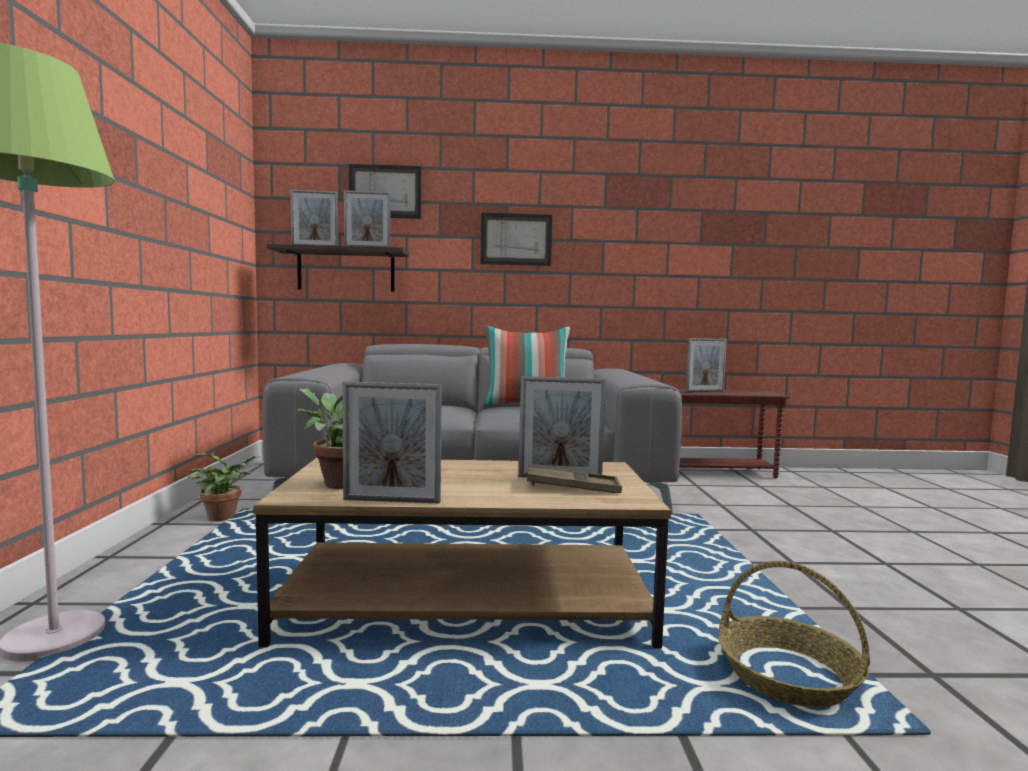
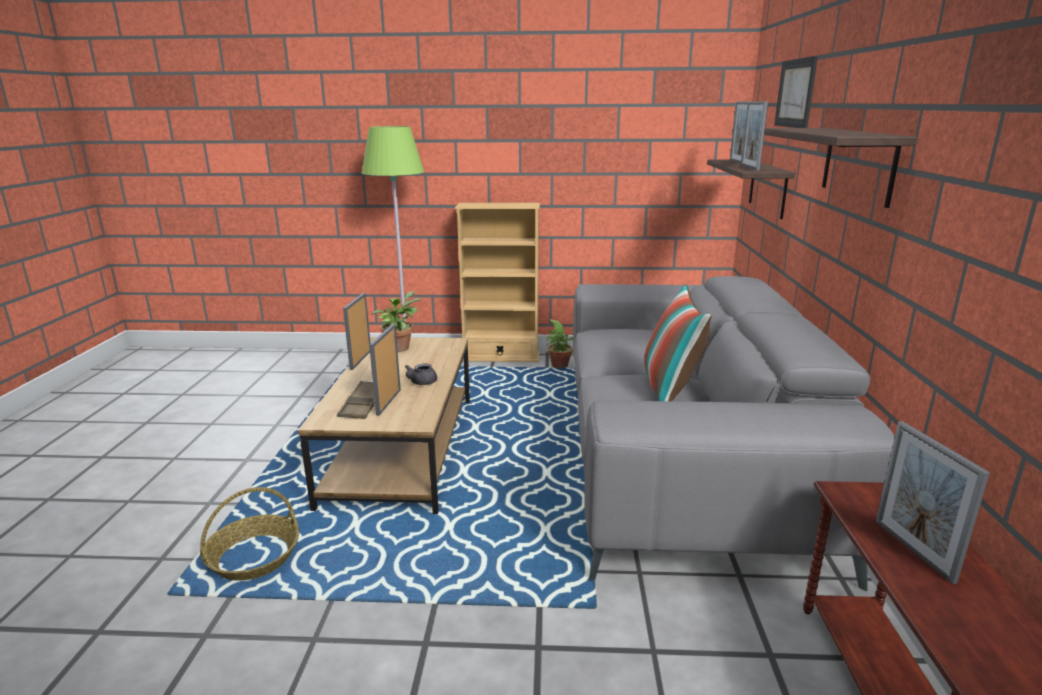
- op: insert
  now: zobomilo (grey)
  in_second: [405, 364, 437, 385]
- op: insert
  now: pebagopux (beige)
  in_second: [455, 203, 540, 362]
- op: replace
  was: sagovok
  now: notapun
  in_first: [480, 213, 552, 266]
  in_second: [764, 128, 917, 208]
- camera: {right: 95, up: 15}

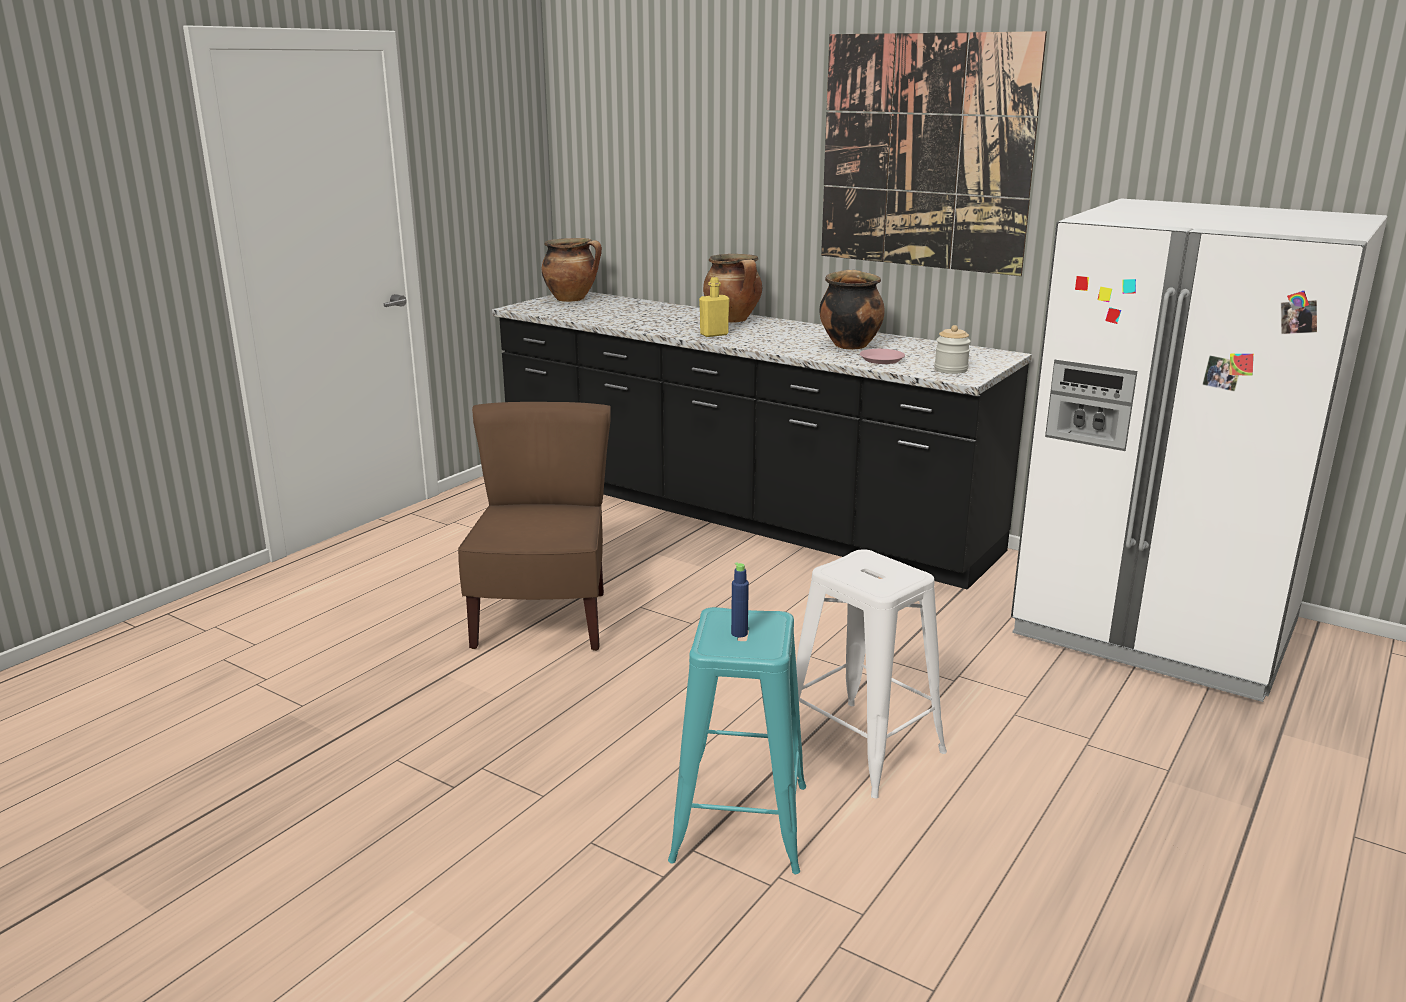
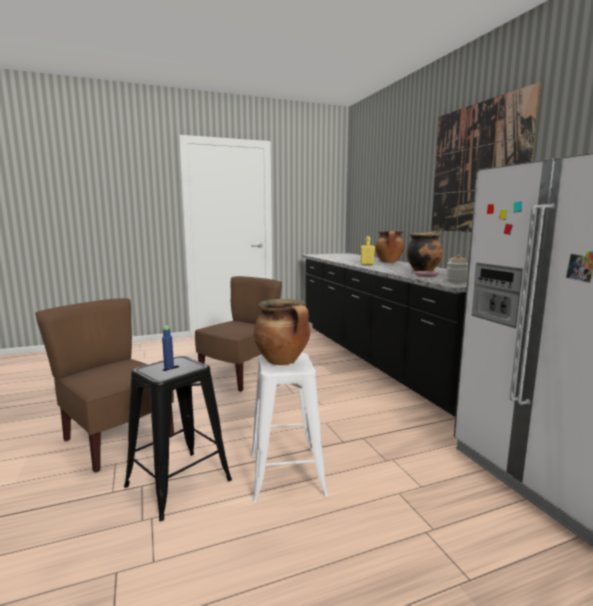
- op: insert
  now: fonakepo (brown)
  in_second: [35, 298, 174, 472]
- op: recolor
  was: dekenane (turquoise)
  now: dekenane (black)
  in_first: [668, 607, 806, 874]
  in_second: [124, 356, 232, 521]
- op: move
  was: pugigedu
  in_first: [542, 238, 602, 302]
  in_second: [253, 299, 310, 365]
- camera: {right: 35, up: -10}

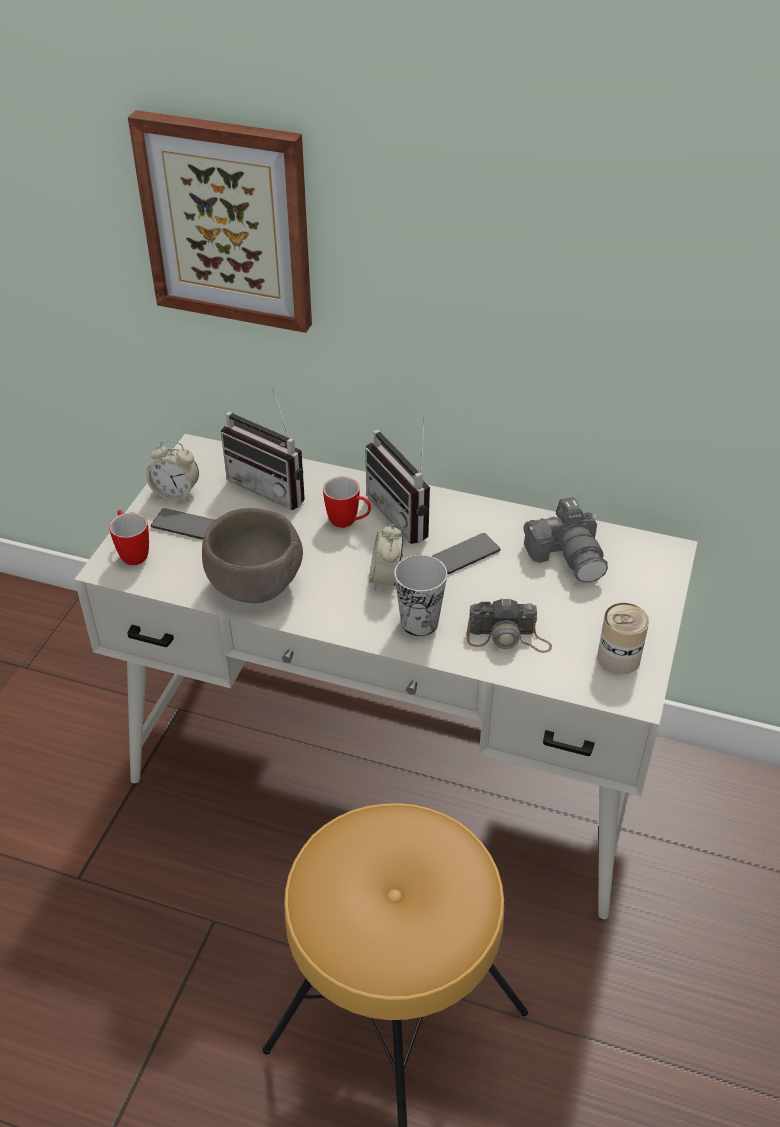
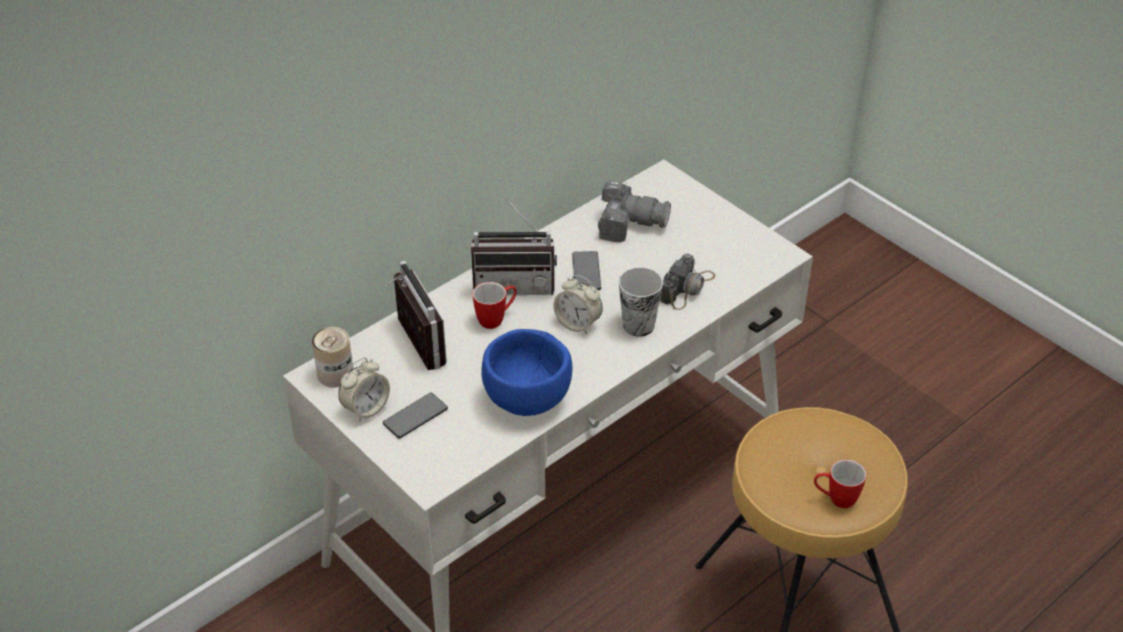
- op: move
  was: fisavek
  in_first: [597, 603, 649, 674]
  in_second: [312, 327, 353, 388]
- op: rotate
  was: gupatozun
  in_first: [221, 388, 305, 510]
  in_second: [386, 261, 447, 370]
  clockwise: -90
- op: recolor
  was: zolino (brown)
  now: zolino (blue)
  in_first: [202, 508, 303, 603]
  in_second: [481, 329, 572, 416]
- op: move
  was: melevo
  in_first: [109, 510, 149, 565]
  in_second: [814, 459, 866, 508]
- op: delete
  was: sagovok
  in_first: [128, 110, 312, 333]
- camera: {right: -60, up: 0}

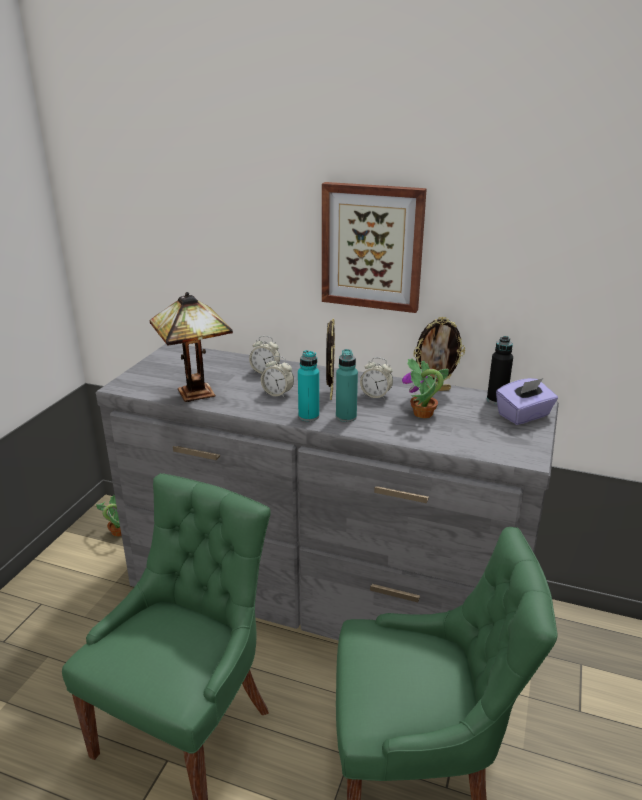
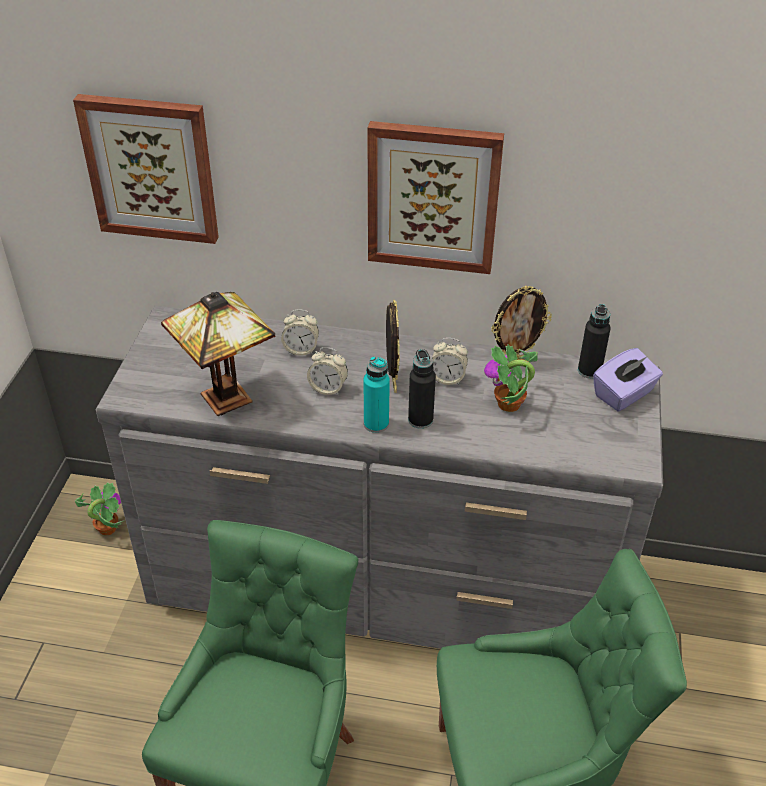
- op: insert
  now: sagovok
  in_second: [73, 94, 219, 244]
- op: recolor
  was: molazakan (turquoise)
  now: molazakan (black)
  in_first: [336, 349, 358, 422]
  in_second: [408, 349, 436, 429]
- camera: {right: -10, up: 15}

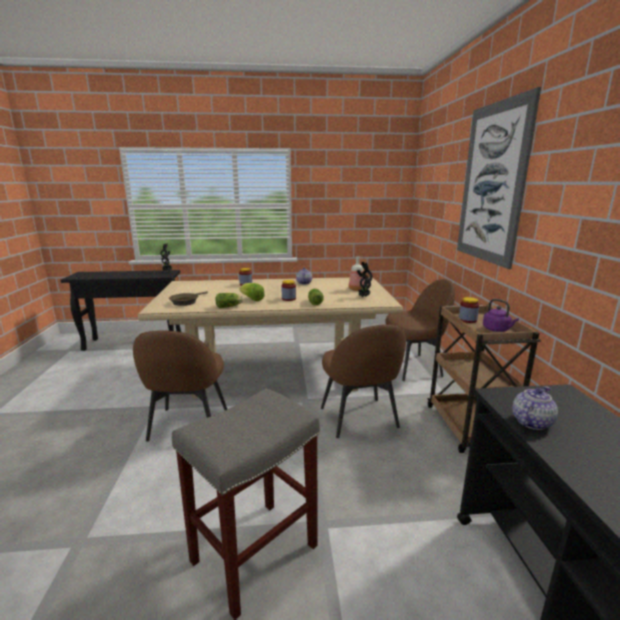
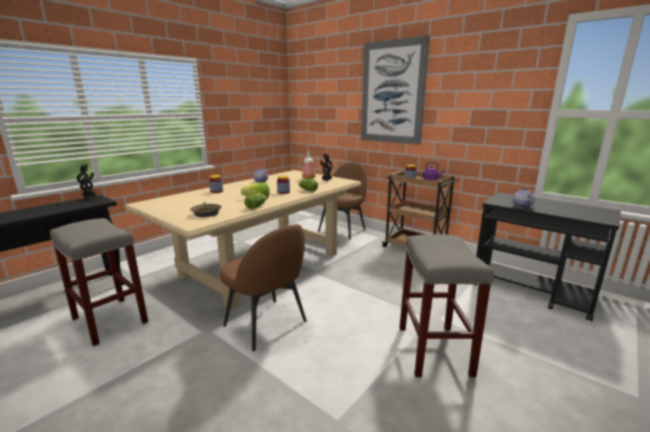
- op: insert
  now: dekenane (grey)
  in_second: [50, 218, 148, 346]
- op: delete
  was: fonakepo (brown)
  in_first: [321, 324, 406, 438]
- camera: {right: -45, up: 0}

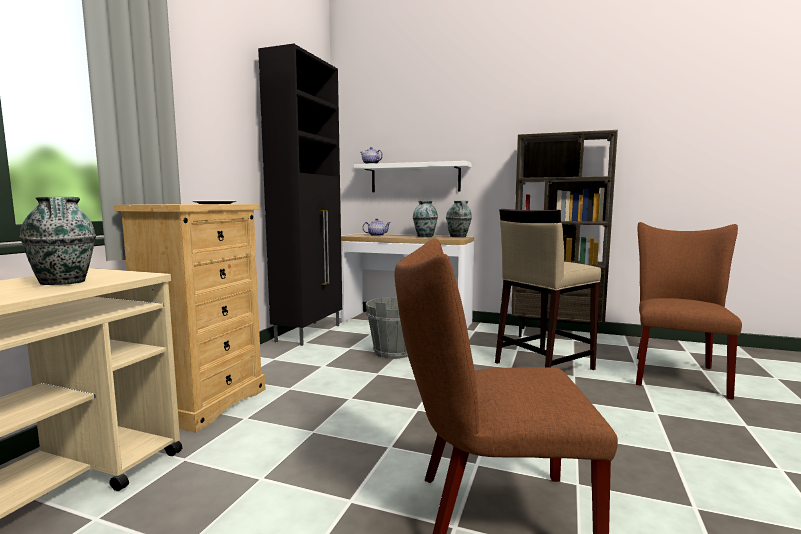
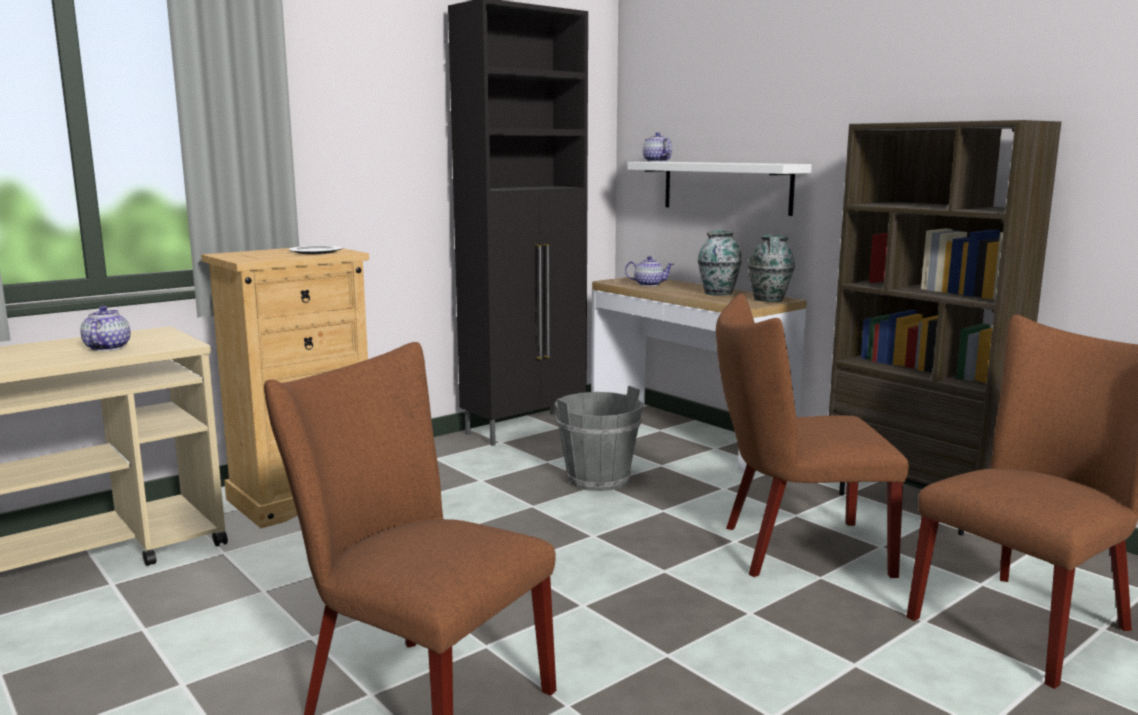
- op: replace
  was: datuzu
  now: zobomilo
  in_first: [20, 197, 96, 285]
  in_second: [80, 306, 131, 351]
- op: replace
  was: dekenane (beige)
  now: fonakepo (brown)
  in_first: [495, 209, 601, 370]
  in_second: [716, 293, 909, 578]
- camera: {right: 30, up: 5}

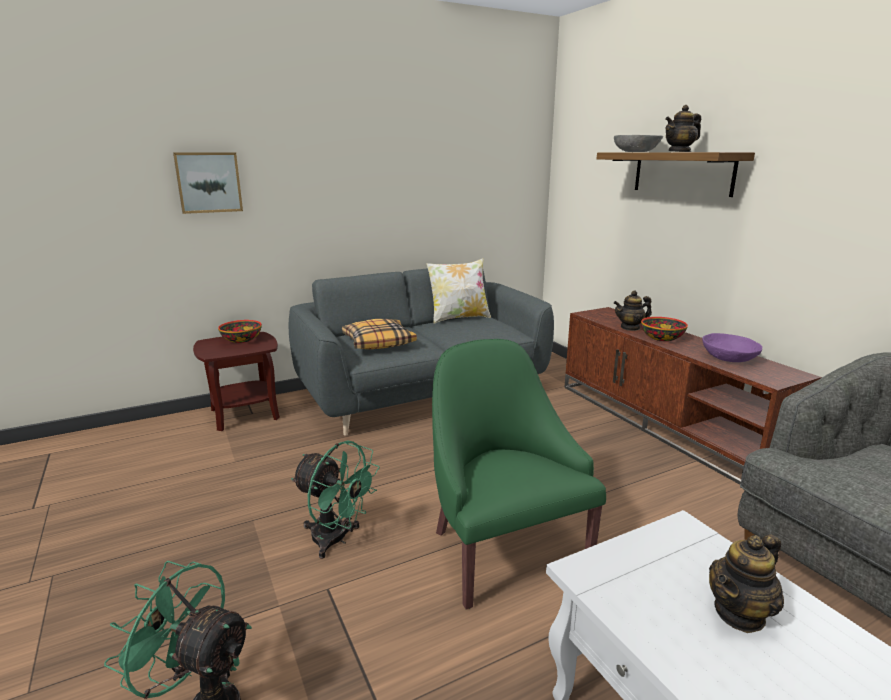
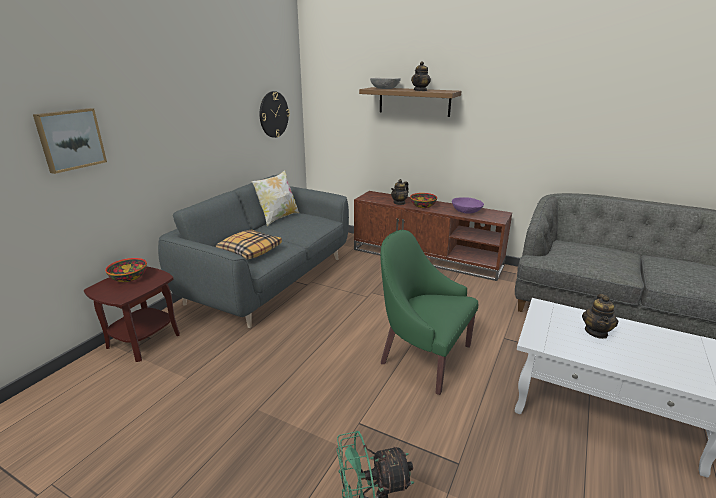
- op: insert
  now: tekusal
  in_second: [260, 91, 290, 138]
- op: delete
  was: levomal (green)
  in_first: [291, 440, 380, 559]
- camera: {right: -35, up: 5}

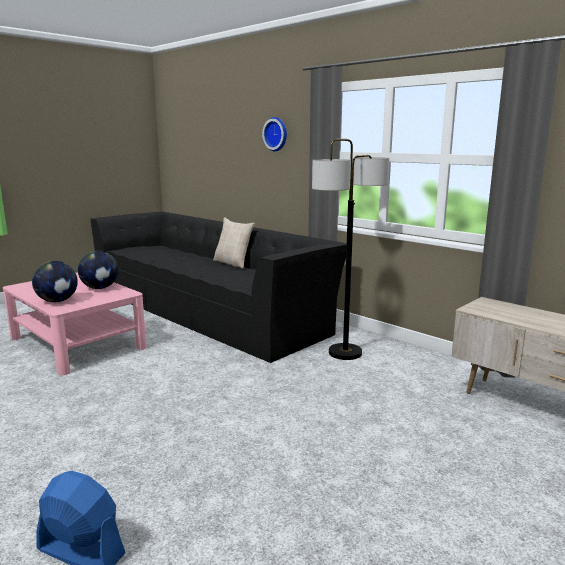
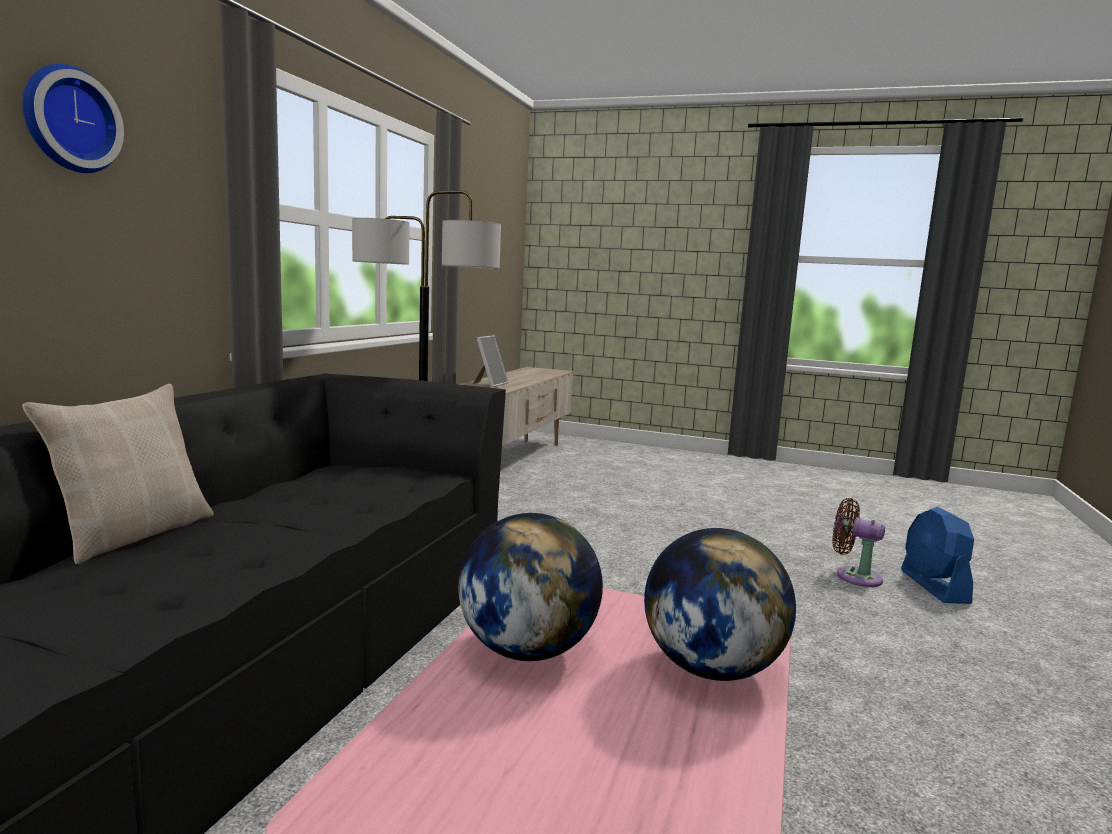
- op: insert
  now: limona
  in_second: [472, 335, 508, 388]
- op: insert
  now: levomal (brown)
  in_second: [832, 498, 885, 587]
- camera: {right: -115, up: -5}

